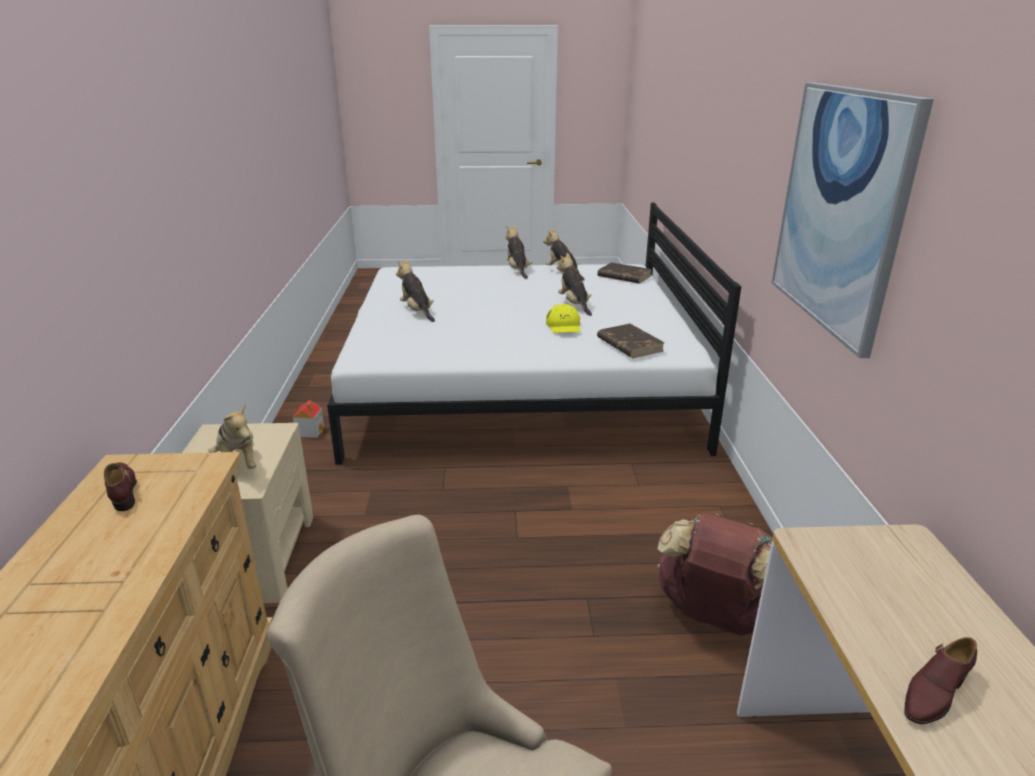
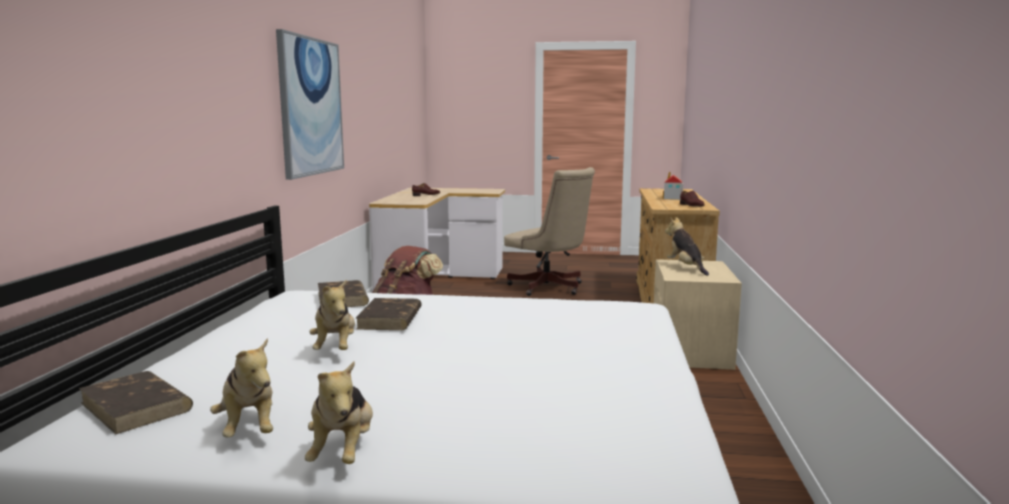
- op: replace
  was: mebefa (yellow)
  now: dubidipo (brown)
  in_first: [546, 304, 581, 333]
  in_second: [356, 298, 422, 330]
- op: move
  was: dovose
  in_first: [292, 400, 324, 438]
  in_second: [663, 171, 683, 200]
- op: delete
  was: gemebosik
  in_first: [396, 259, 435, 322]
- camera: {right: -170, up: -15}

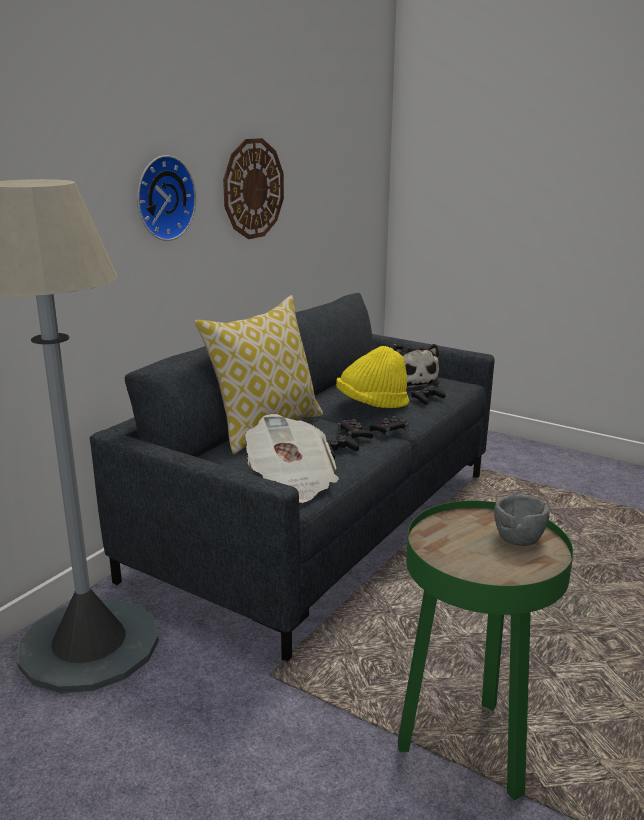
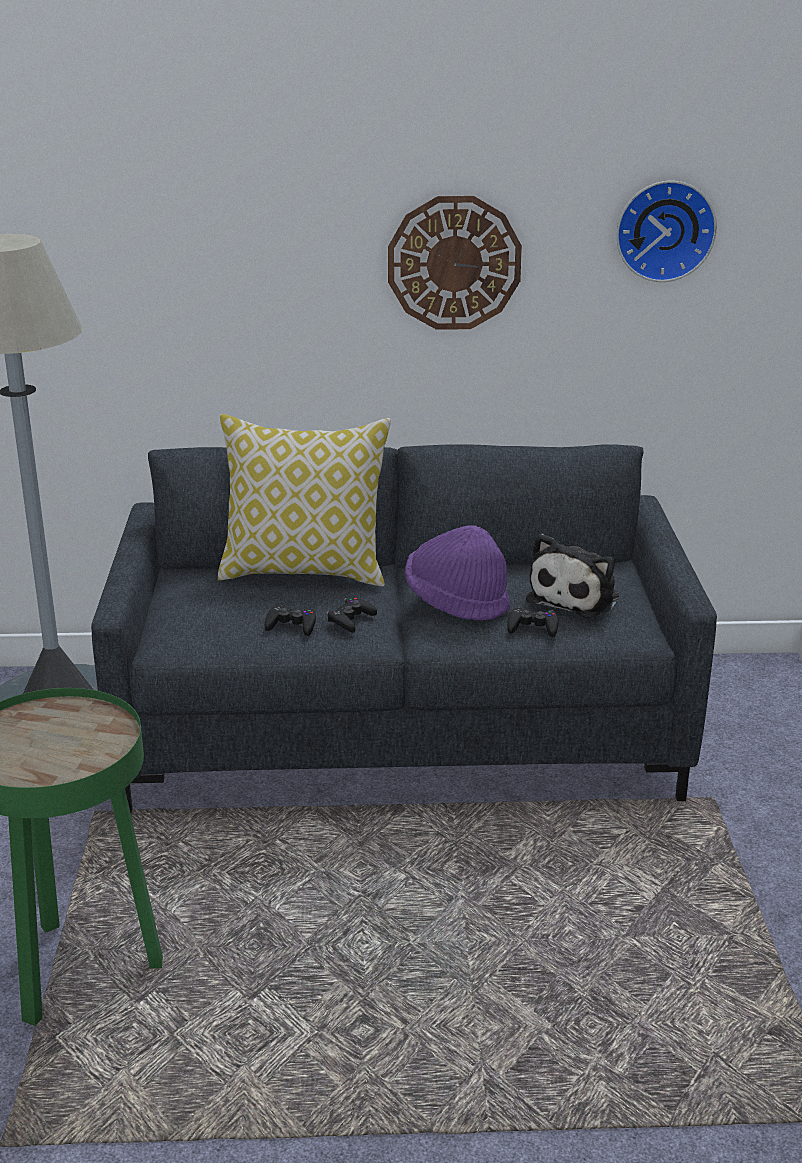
- op: recolor
  was: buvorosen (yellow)
  now: buvorosen (purple)
  in_first: [336, 346, 409, 408]
  in_second: [405, 525, 510, 621]
- op: move
  was: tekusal
  in_first: [137, 155, 196, 241]
  in_second: [616, 181, 717, 282]
- op: delete
  was: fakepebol
  in_first: [245, 414, 339, 503]
- op: delete
  was: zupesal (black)
  in_first: [370, 416, 409, 436]
- op: delete
  was: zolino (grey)
  in_first: [494, 494, 549, 546]
- camera: {right: 55, up: 5}

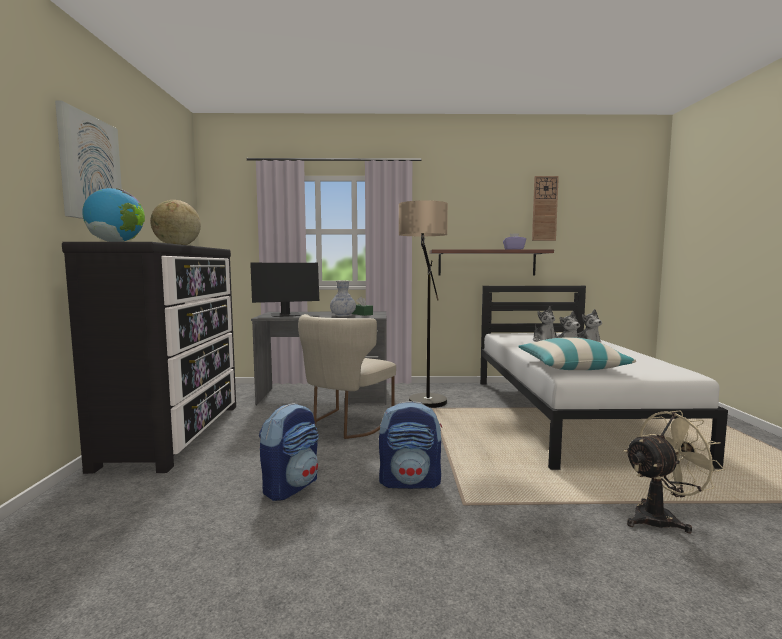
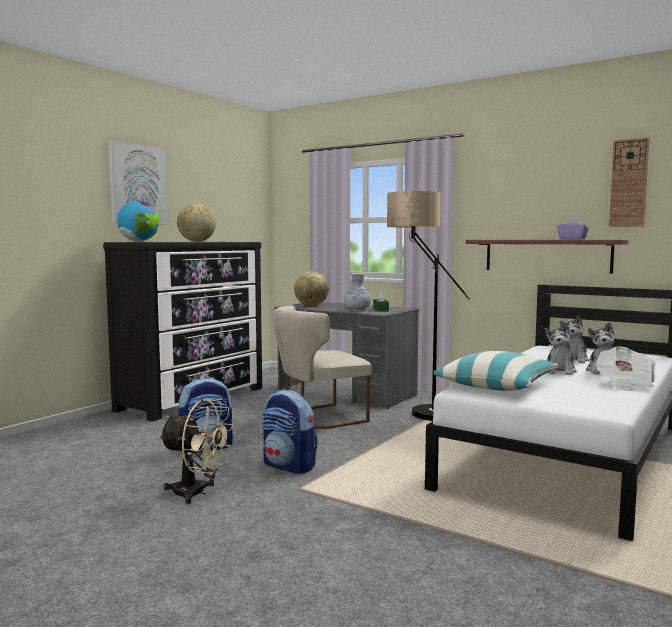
- op: move
  was: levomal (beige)
  in_first: [624, 411, 725, 534]
  in_second: [159, 399, 233, 504]
- op: replace
  was: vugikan
  now: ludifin
  in_first: [250, 263, 319, 317]
  in_second: [294, 271, 329, 306]
- op: insert
  now: fakepebol
  in_second: [595, 346, 656, 391]
- camera: {right: 35, up: 0}

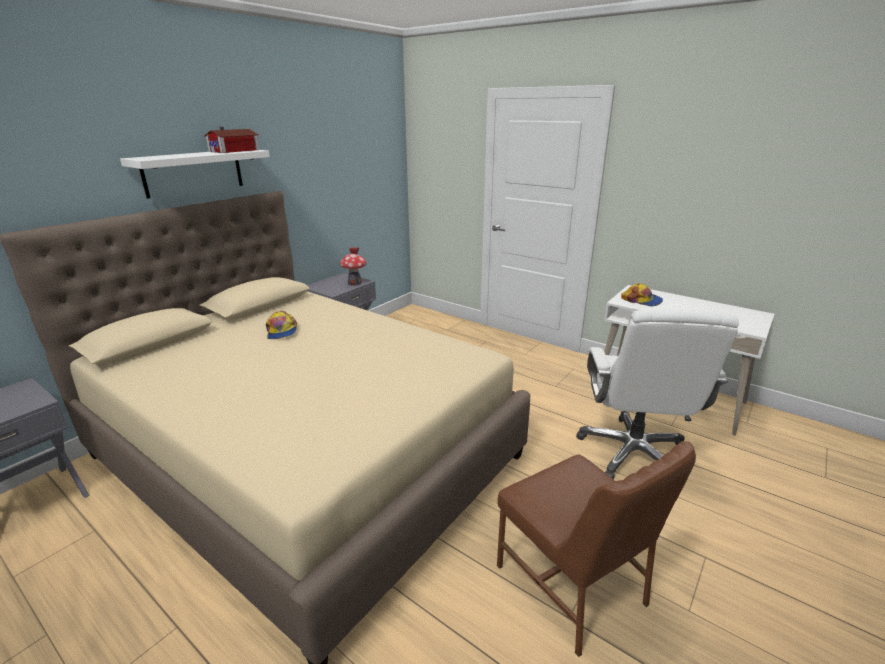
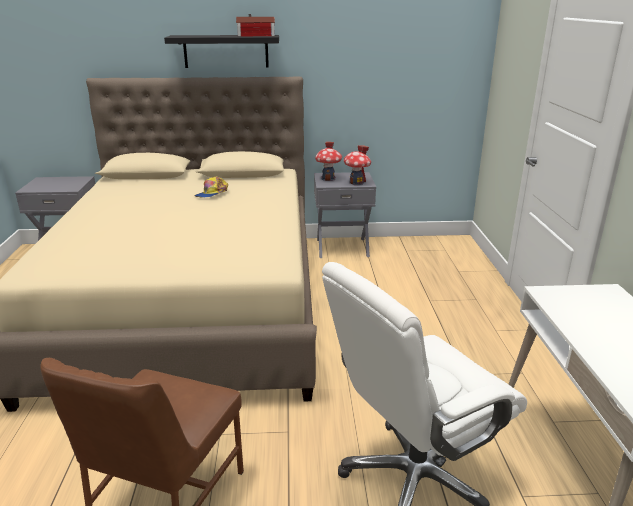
- op: recolor
  was: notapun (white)
  now: notapun (black)
  in_first: [120, 150, 270, 199]
  in_second: [164, 35, 279, 68]
- op: insert
  now: dovose
  in_second: [315, 142, 342, 181]
- op: delete
  was: mebefa
  in_first: [621, 283, 663, 306]
- camera: {right: 50, up: 0}

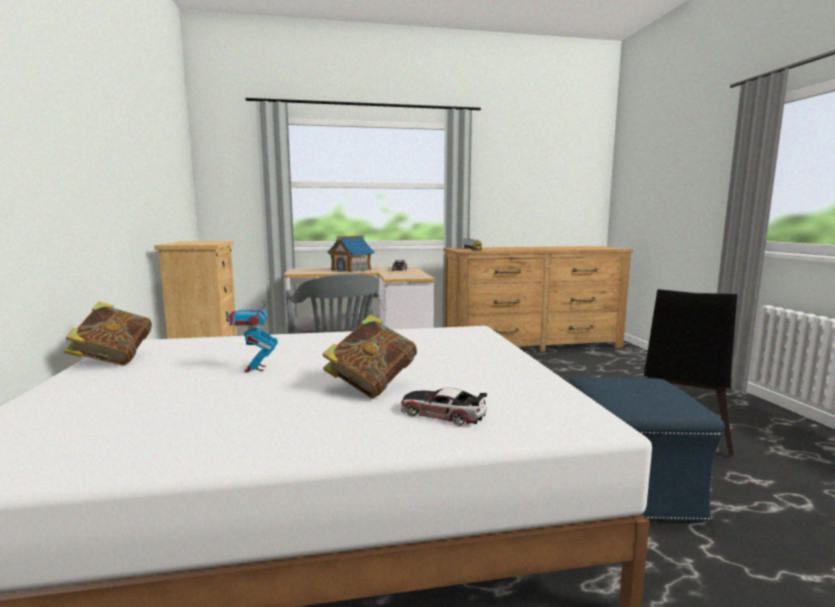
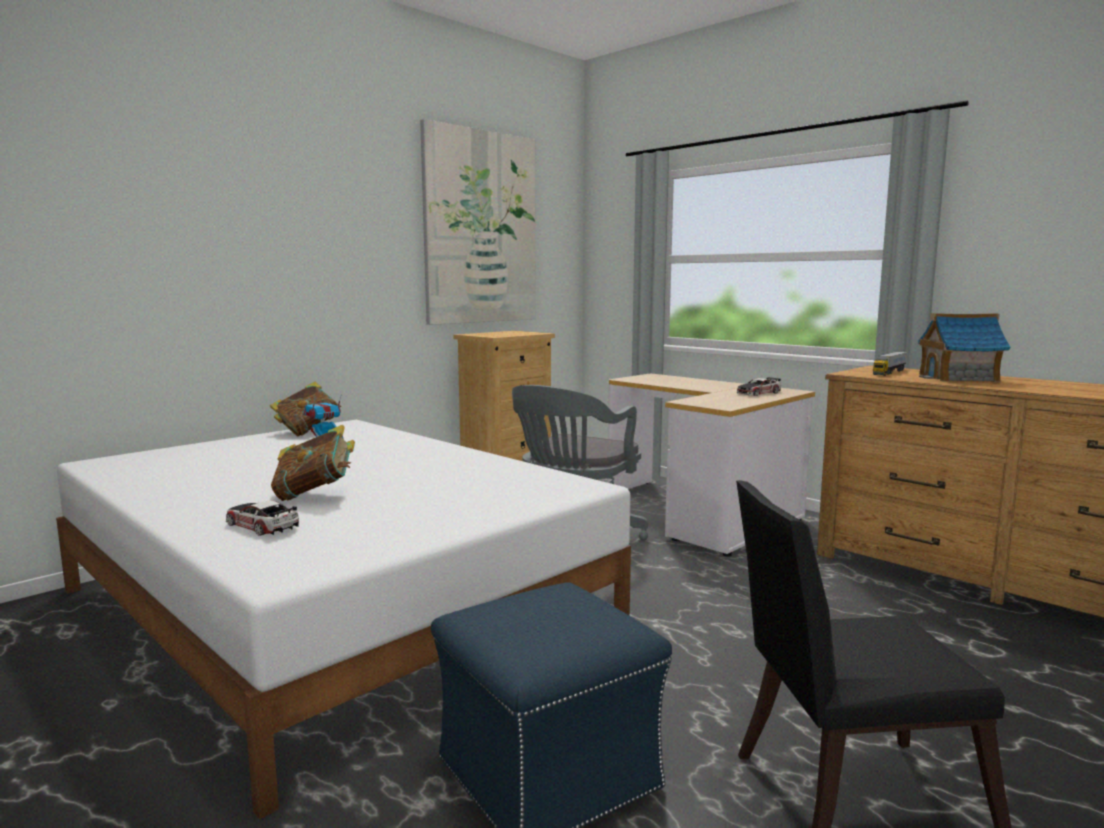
- op: rotate
  was: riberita
  in_first: [401, 388, 487, 426]
  in_second: [226, 500, 299, 536]
  clockwise: -45
- op: insert
  now: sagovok
  in_second: [420, 119, 536, 325]
- op: move
  was: dovose
  in_first: [328, 235, 374, 272]
  in_second: [918, 313, 1010, 382]
- camera: {right: 55, up: 0}

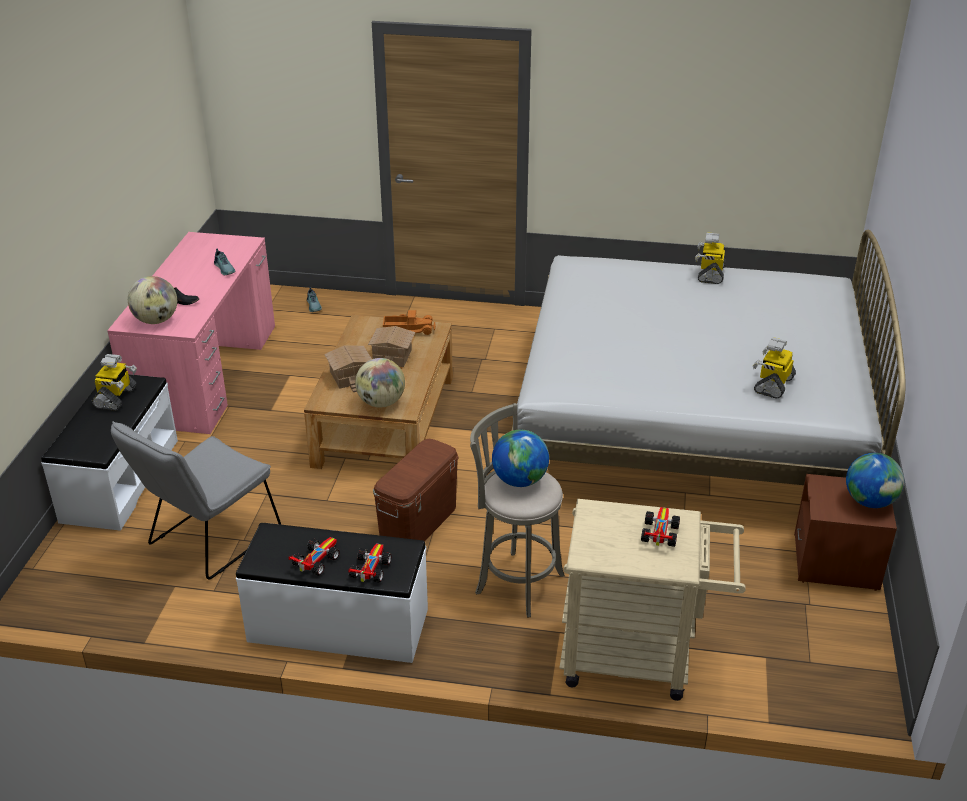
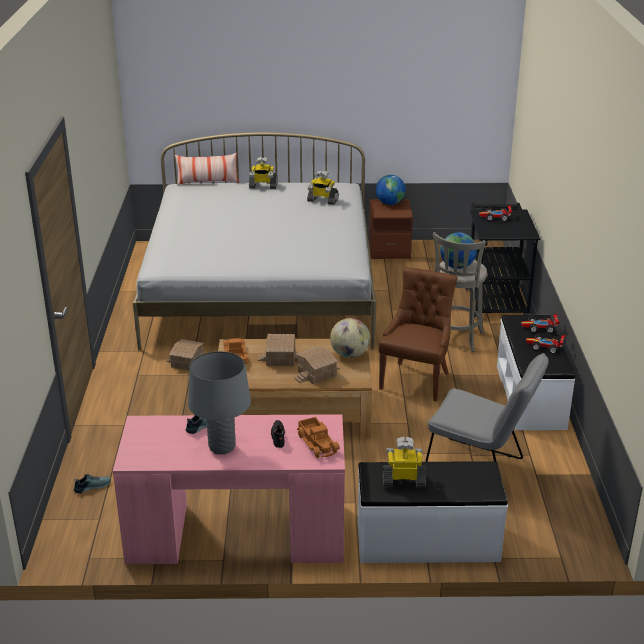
- op: insert
  now: dovose
  in_second: [167, 339, 204, 370]
- op: insert
  now: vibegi
  in_second: [175, 153, 239, 186]
- op: insert
  now: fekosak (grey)
  in_second: [188, 351, 251, 454]
- op: move
  was: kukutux
  in_first: [695, 232, 726, 284]
  in_second: [249, 157, 277, 189]
- op: replace
  was: ludifin
  now: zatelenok
  in_first: [128, 276, 177, 324]
  in_second: [297, 417, 340, 458]
- op: replace
  was: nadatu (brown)
  now: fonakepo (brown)
  in_first: [373, 439, 458, 541]
  in_second: [379, 267, 458, 401]
- op: recolor
  was: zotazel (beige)
  now: zotazel (black)
  in_first: [559, 499, 746, 701]
  in_second: [465, 203, 540, 318]
- camera: {right: -100, up: -5}

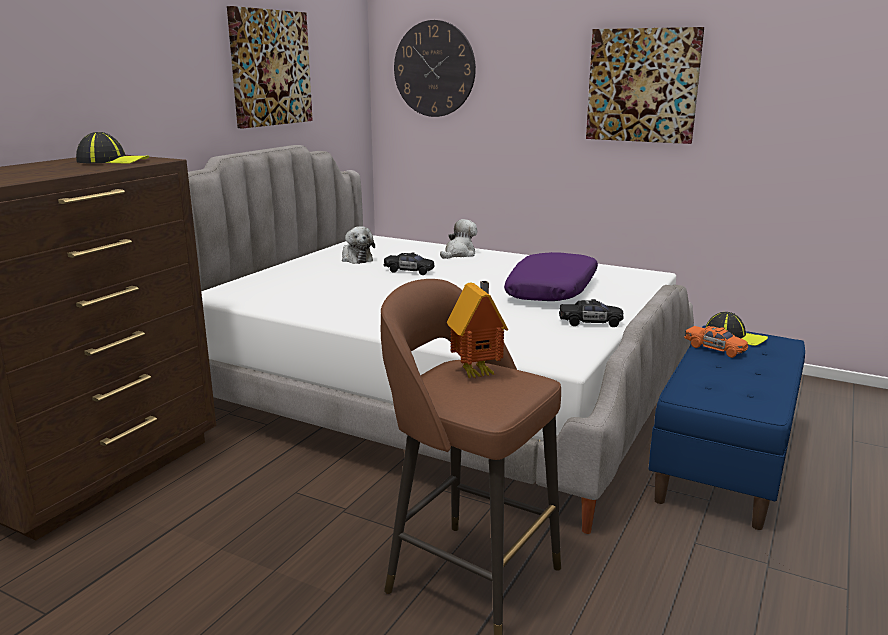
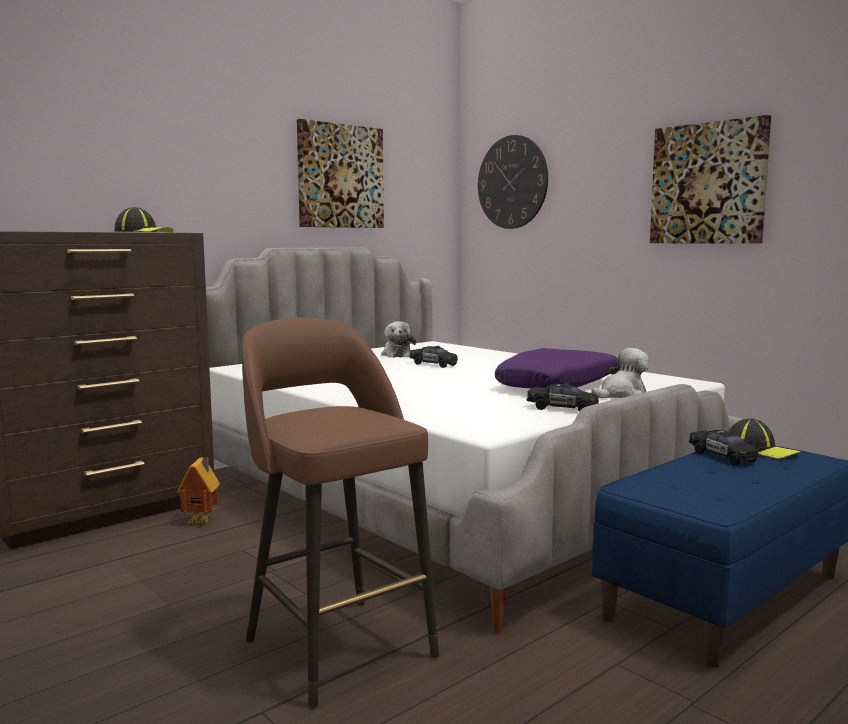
- op: move
  was: dovose
  in_first: [447, 281, 508, 378]
  in_second: [177, 457, 220, 524]
- op: move
  was: gemebosik
  in_first: [440, 219, 477, 259]
  in_second: [591, 348, 650, 398]
- op: recolor
  was: riberita (orange)
  now: riberita (black)
  in_first: [684, 326, 748, 358]
  in_second: [689, 430, 758, 465]
- camera: {right: 20, up: -10}

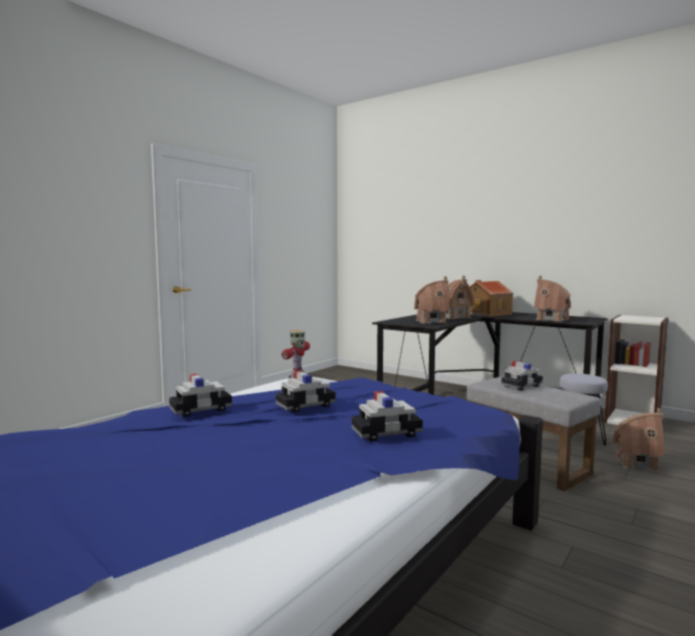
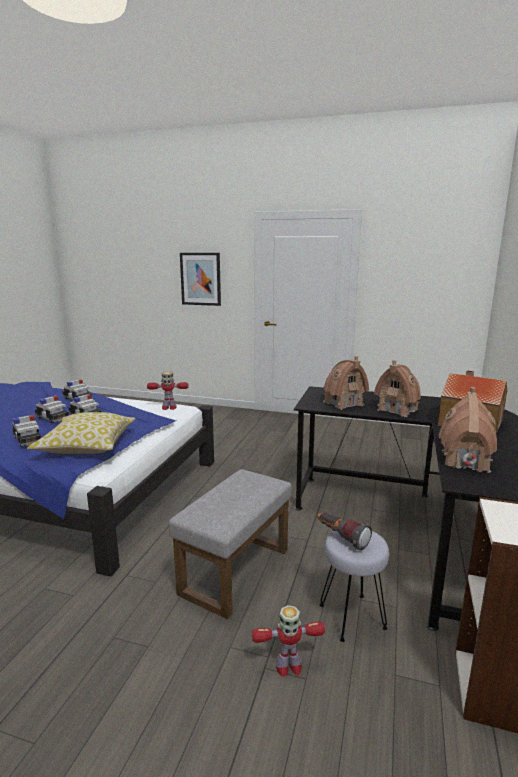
- op: insert
  now: vibegi
  in_second: [27, 412, 136, 454]
- op: move
  was: riberita
  in_first: [501, 361, 543, 391]
  in_second: [35, 396, 69, 423]
- op: insert
  now: sagovok
  in_second: [180, 253, 221, 306]
- op: replace
  was: dovose
  now: kukutux
  in_first: [613, 408, 664, 470]
  in_second: [251, 605, 325, 677]
- op: insert
  now: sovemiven
  in_second: [317, 512, 372, 551]
- camera: {right: 70, up: 10}

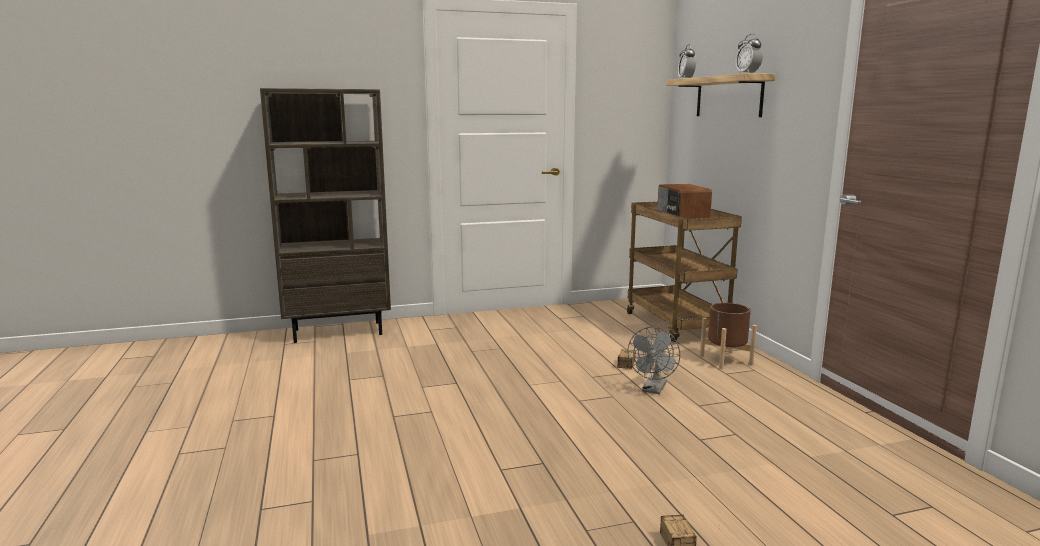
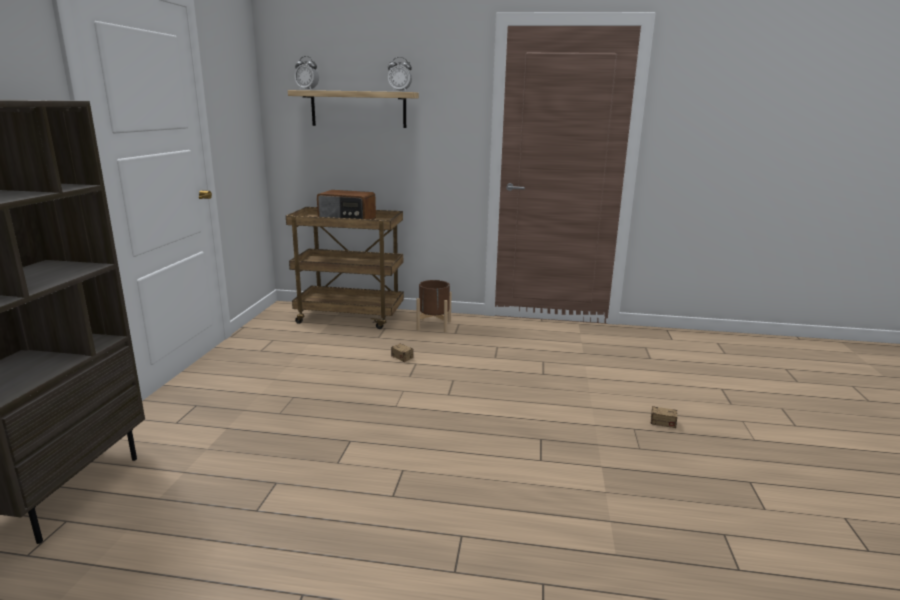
- op: delete
  was: levomal (grey)
  in_first: [627, 327, 680, 394]
- camera: {right: -65, up: 5}

